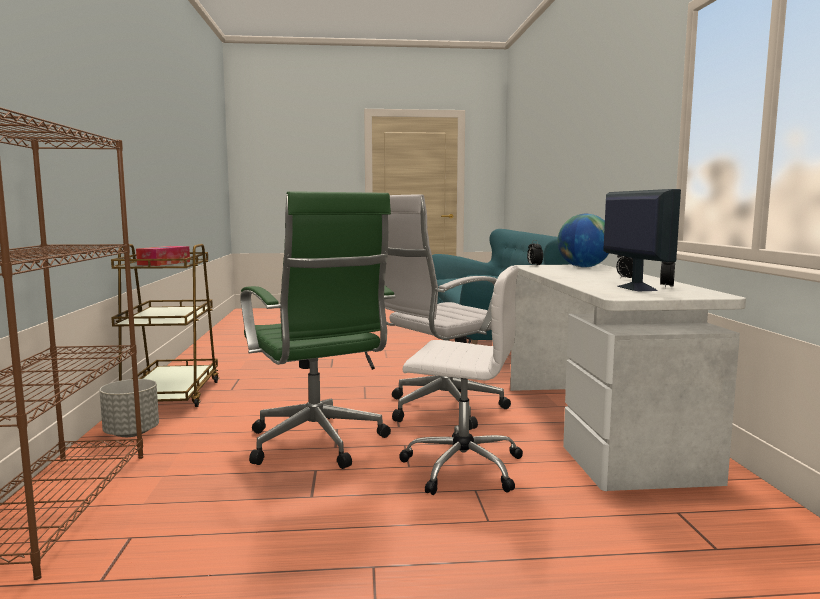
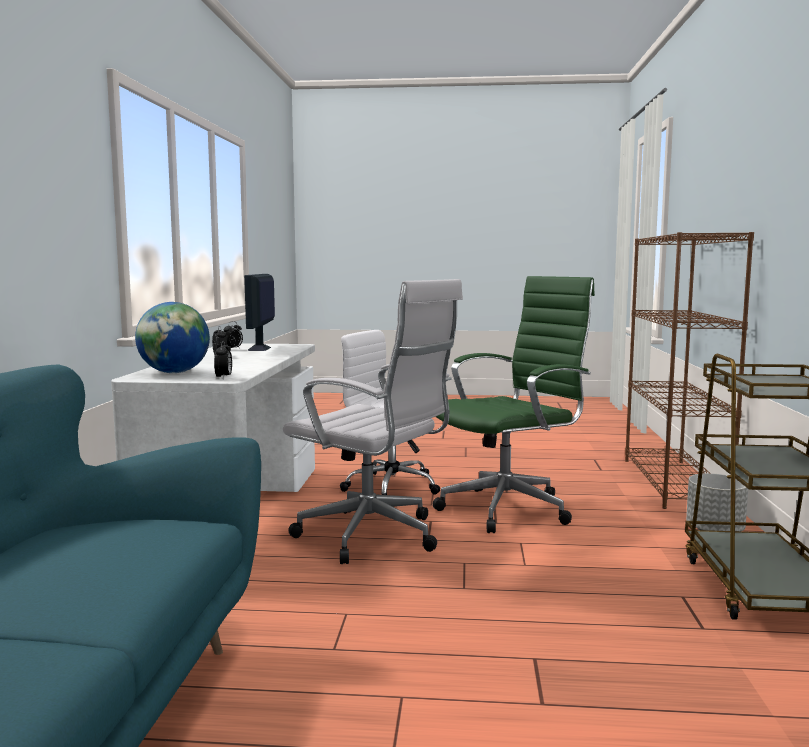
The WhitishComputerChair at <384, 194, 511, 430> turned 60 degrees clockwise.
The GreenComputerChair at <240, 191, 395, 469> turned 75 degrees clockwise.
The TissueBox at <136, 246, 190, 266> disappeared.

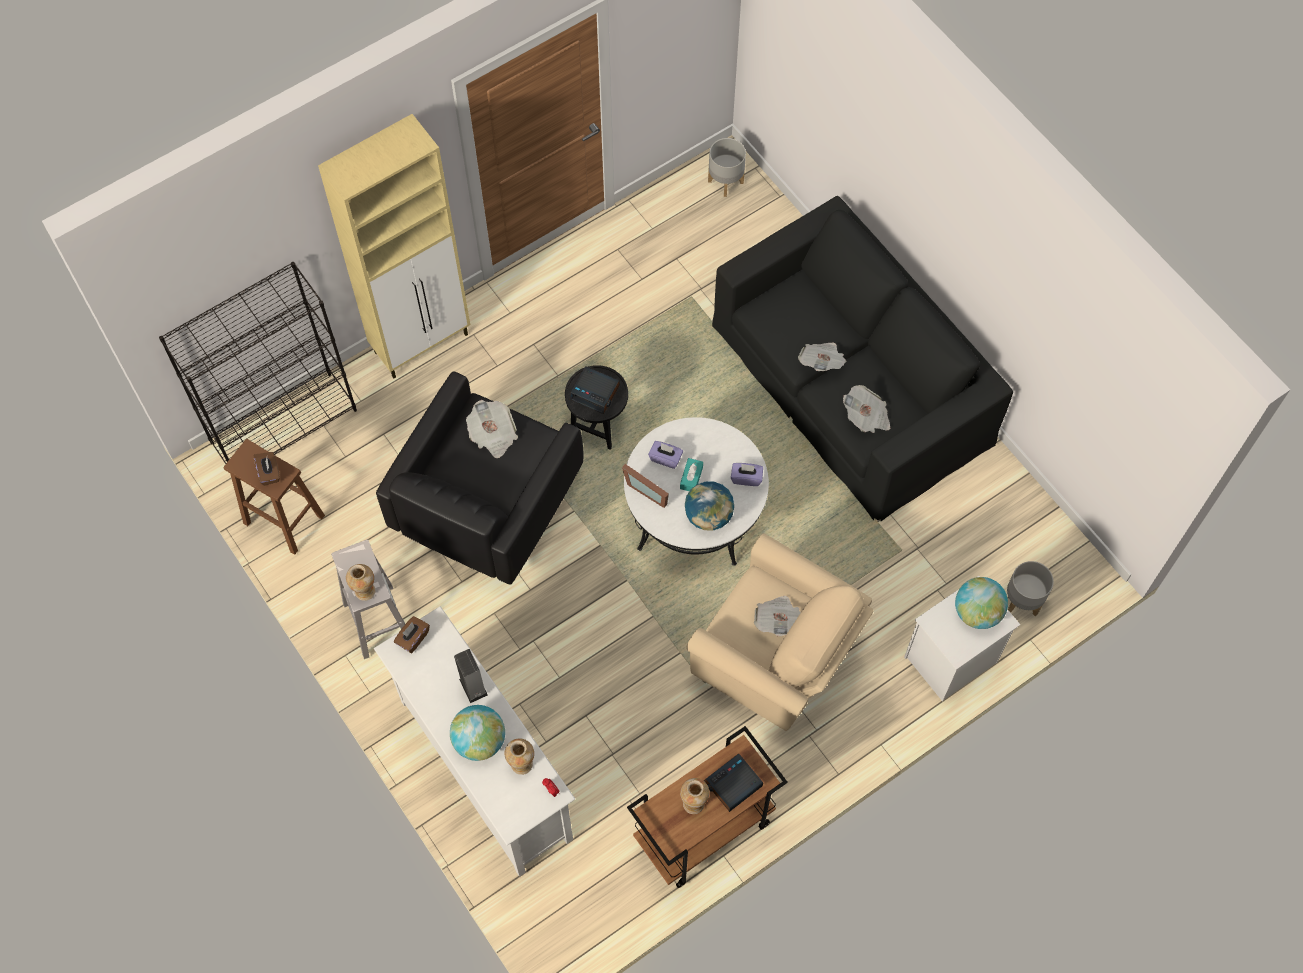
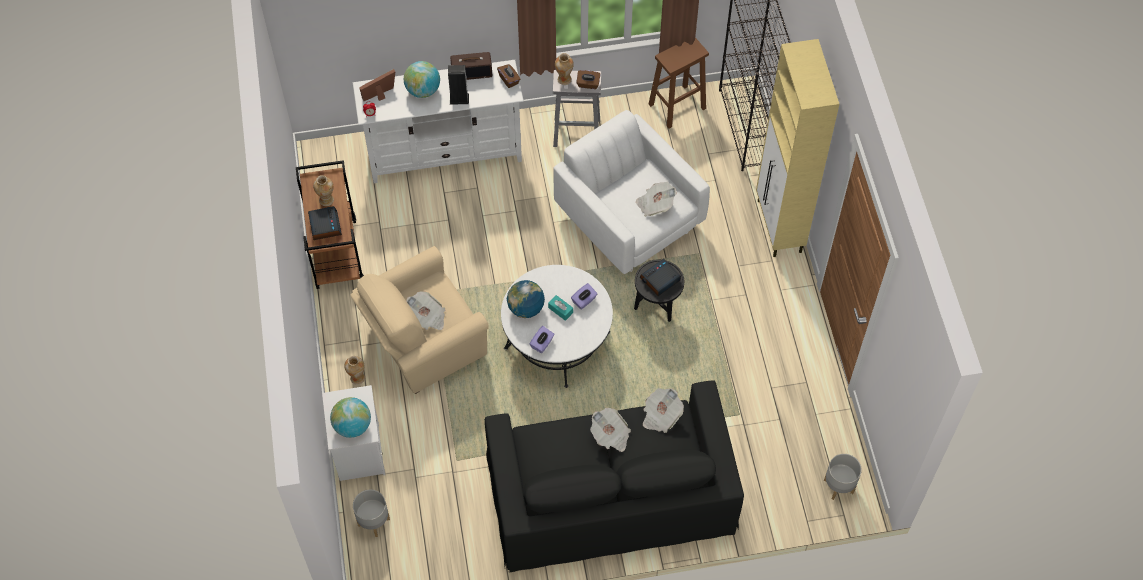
The FlowerVase moved from <505, 739, 534, 775> to <345, 356, 365, 385>.
The StandingFrame moved from <622, 464, 669, 508> to <359, 69, 395, 101>.
The RadioReceiver at <450, 52, 492, 80> appeared.
The BlackLoungeChair at <376, 371, 583, 584> became the WhitishLoungeChair at <553, 110, 710, 274>.
The BrownTissueBox moved from <254, 452, 280, 486> to <576, 70, 600, 89>.
The PrintedPaper moved from <843, 385, 890, 433> to <643, 388, 684, 433>.

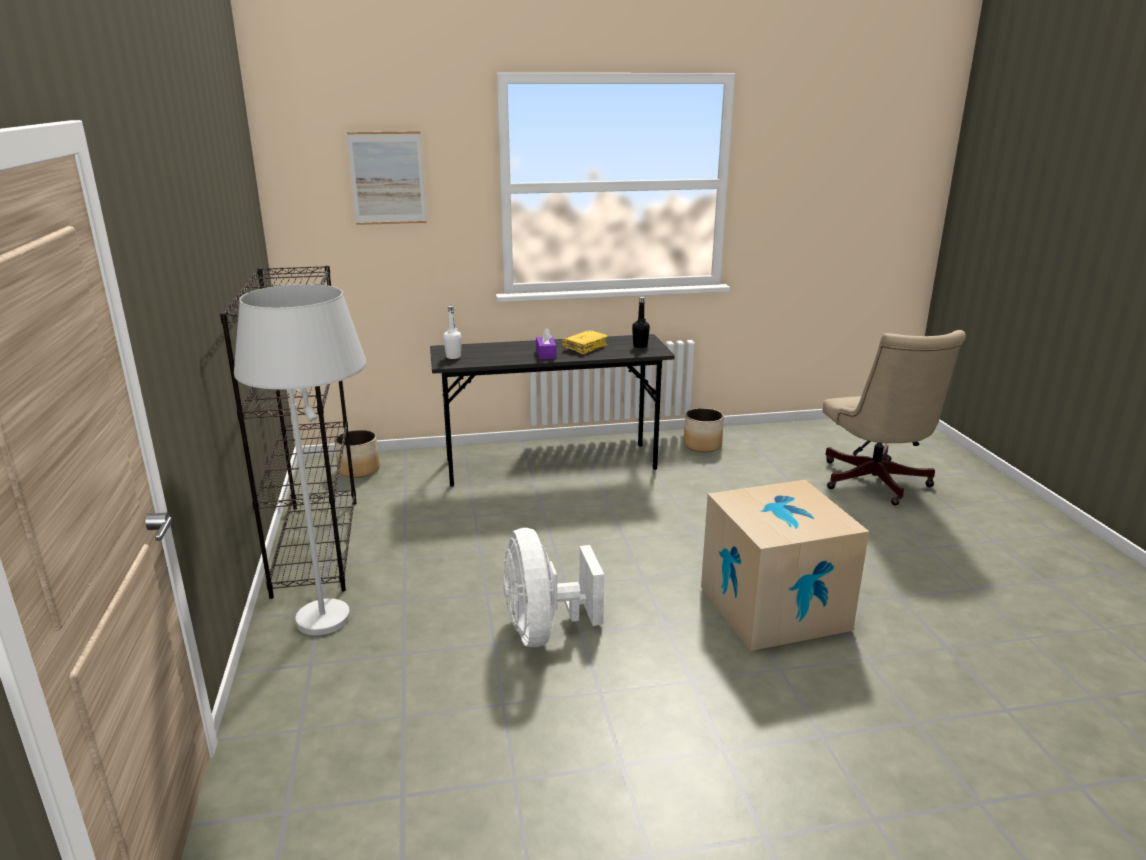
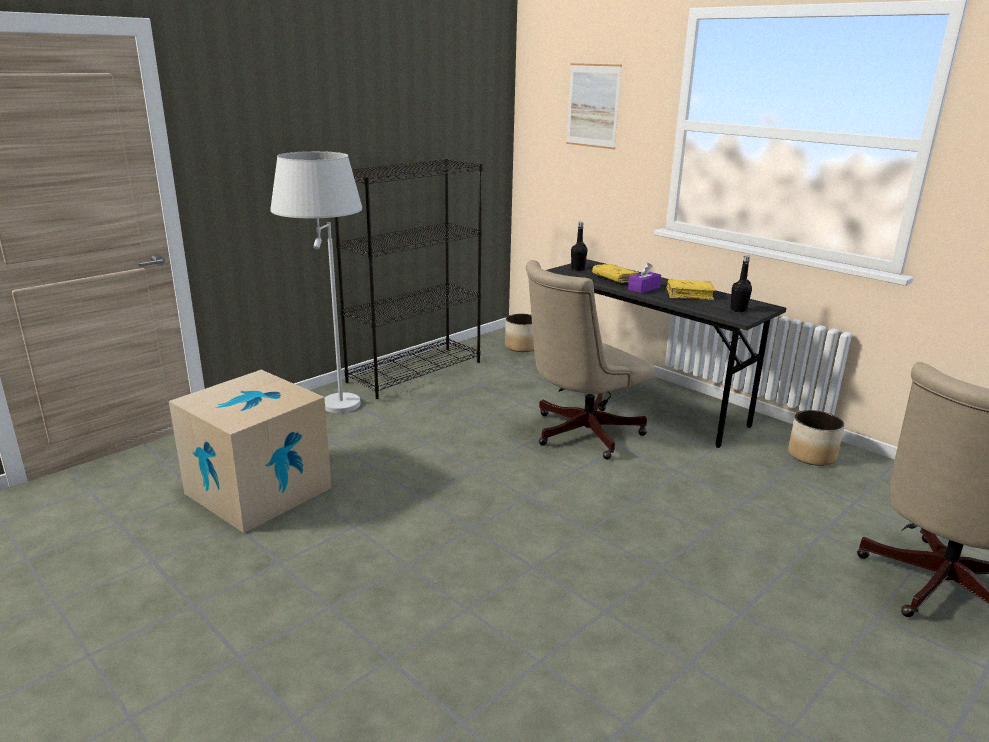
The CardboardBox moved from <701, 480, 869, 651> to <169, 370, 332, 533>.
The BeigeComputerChair at <526, 260, 655, 459> appeared.
The WhitishBottle at <443, 306, 462, 359> became the BlackBottle at <571, 222, 587, 271>.
The YellowishBook at <592, 264, 639, 283> appeared.
The WhitishCoolingFan at <503, 528, 604, 647> disappeared.

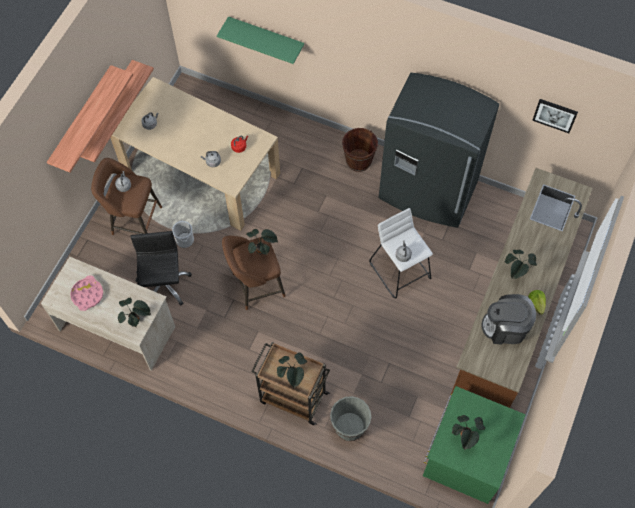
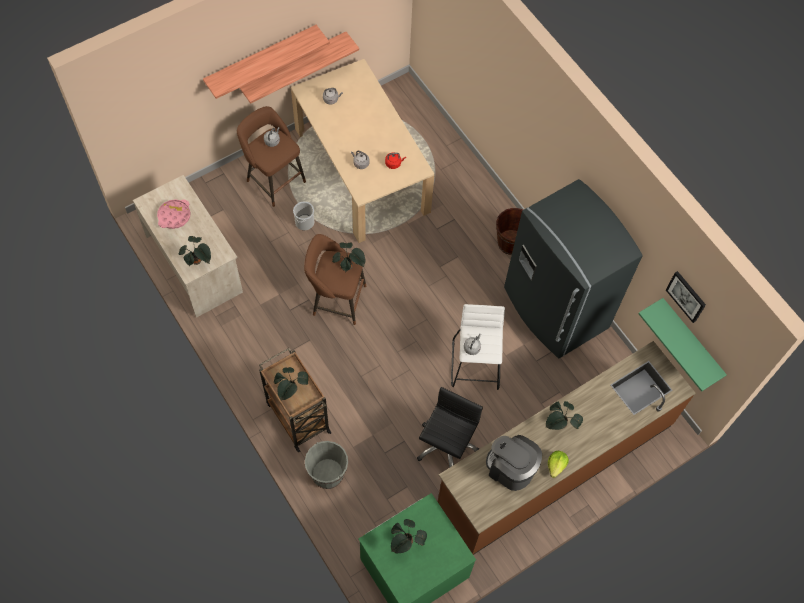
The BlackComputerChair moved from <130, 231, 192, 305> to <417, 387, 483, 468>.
The GreenShelf moved from <217, 16, 304, 64> to <638, 298, 727, 392>.

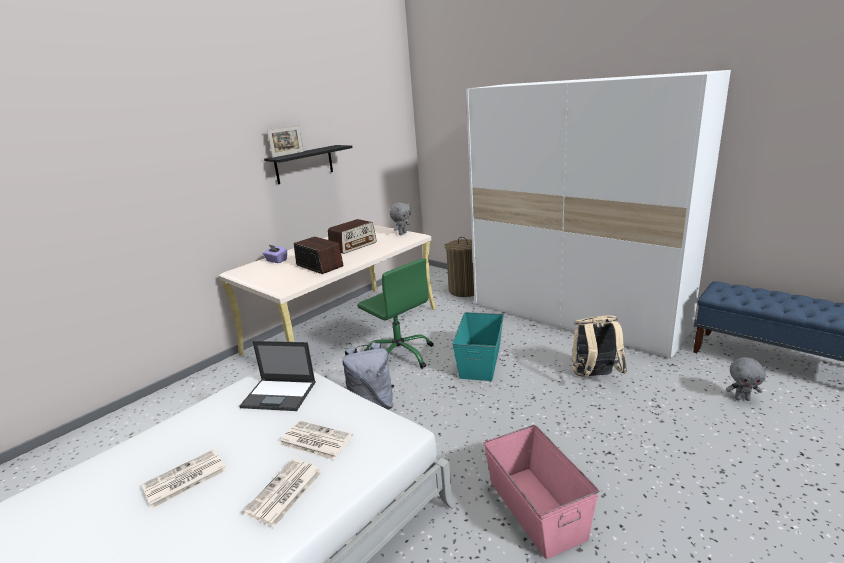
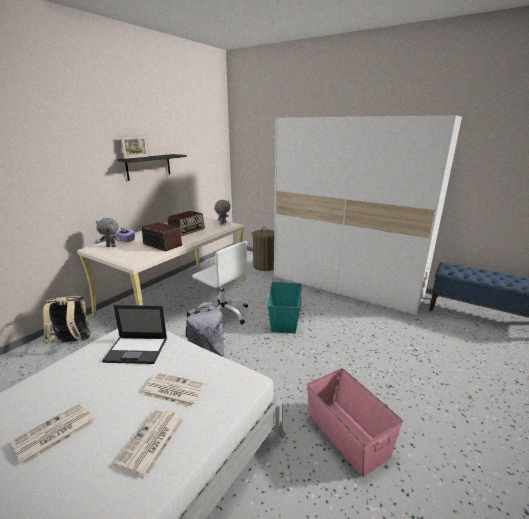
The BeigeBackpack moved from <573, 315, 627, 377> to <43, 296, 90, 344>.
The GreyishSoftToy moved from <726, 357, 767, 401> to <96, 218, 120, 247>.
The GreenComputerChair at <357, 258, 433, 369> became the WhitishComputerChair at <192, 241, 248, 324>.

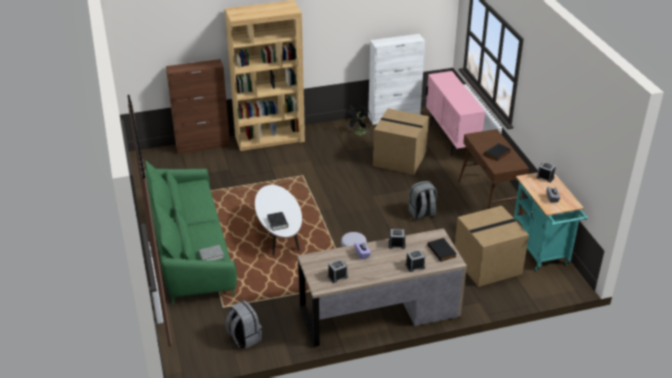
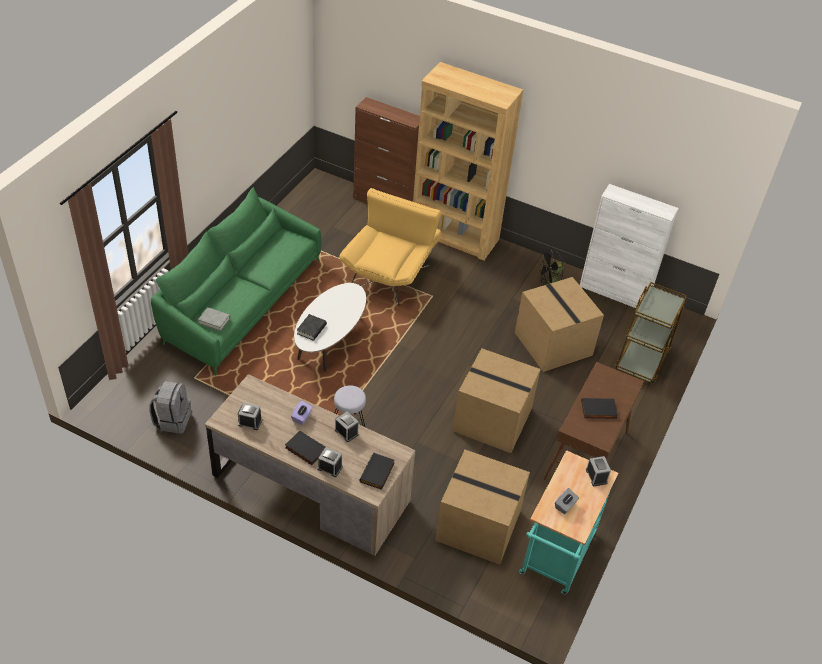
The BlackBook at <285, 430, 325, 465> appeared.
The YellowishLoungeChair at <339, 188, 441, 306> appeared.
The GreyishBackpack at <409, 181, 437, 220> was replaced by the CardboardBox at <453, 348, 541, 453>.
The PinkCabinet at <425, 71, 485, 156> was replaced by the BrownTrolley at <615, 282, 687, 383>.

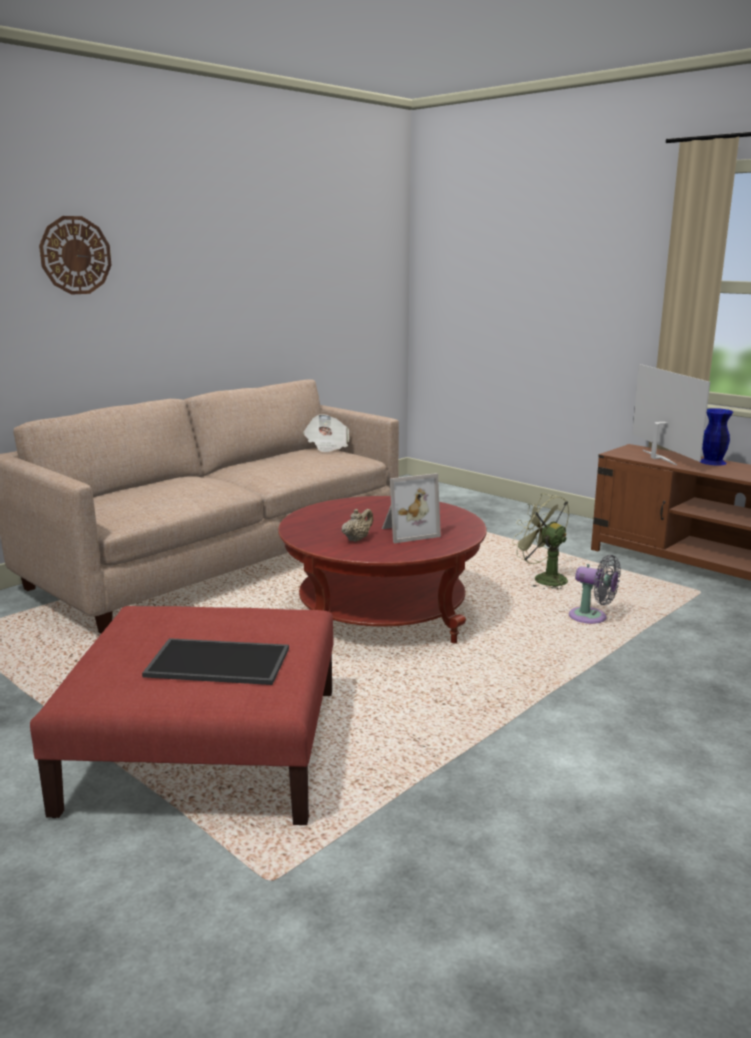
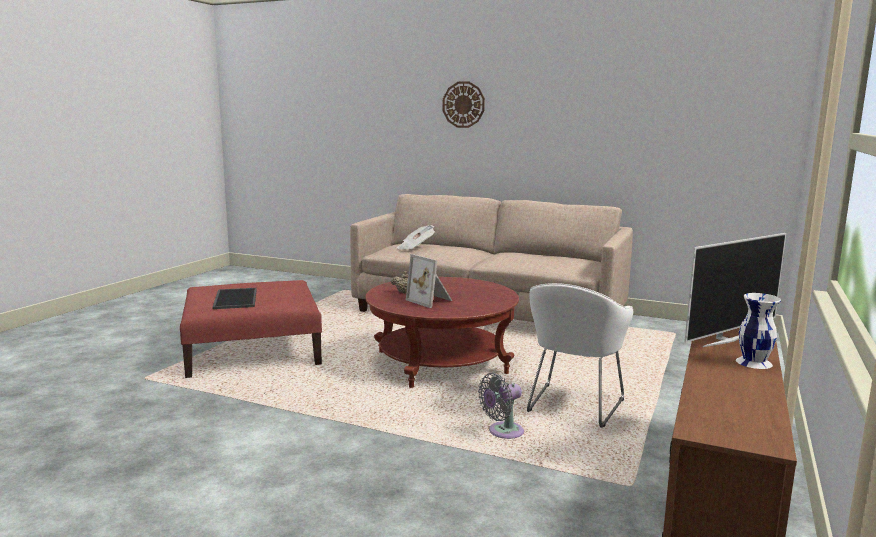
The PrintedPaper moved from <303, 414, 349, 452> to <396, 225, 435, 250>.
The GreyishCoolingFan at <569, 555, 621, 624> turned 45 degrees clockwise.
The GreenCoolingFan at <512, 493, 569, 590> was replaced by the WhitishLoungeChair at <527, 283, 633, 428>.
The BluishFlowerVase at <700, 408, 733, 466> became the WhitishFlowerVase at <736, 293, 781, 369>.

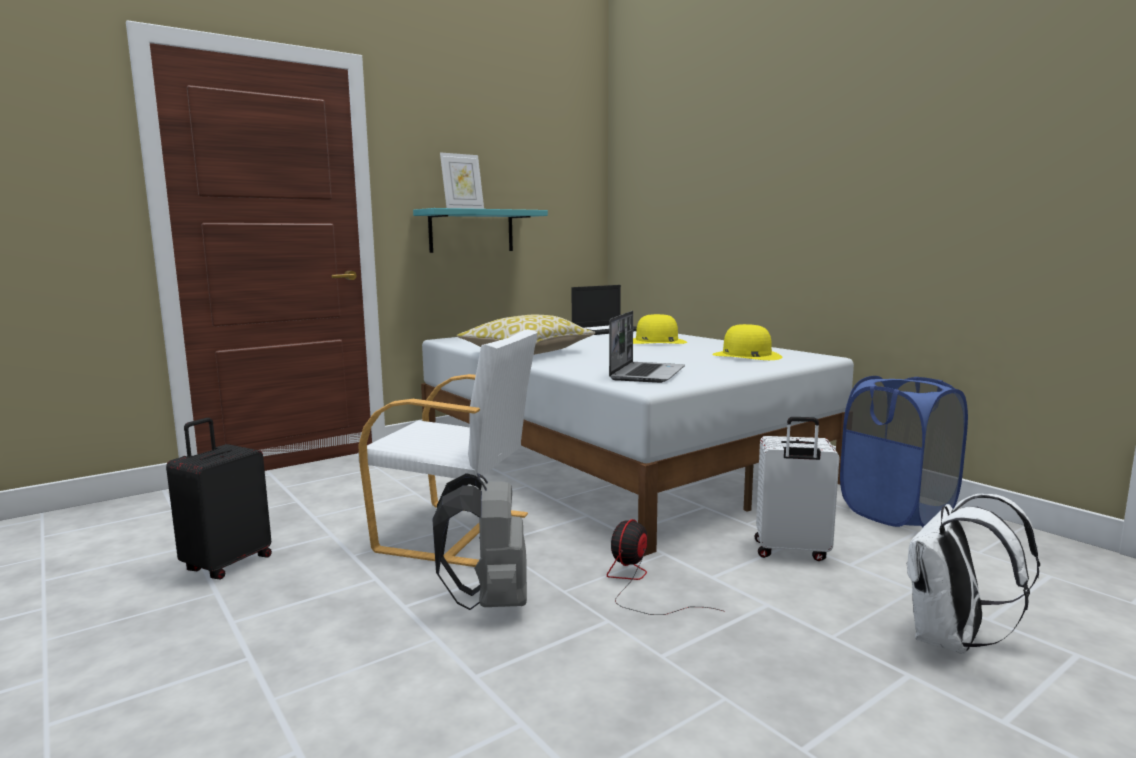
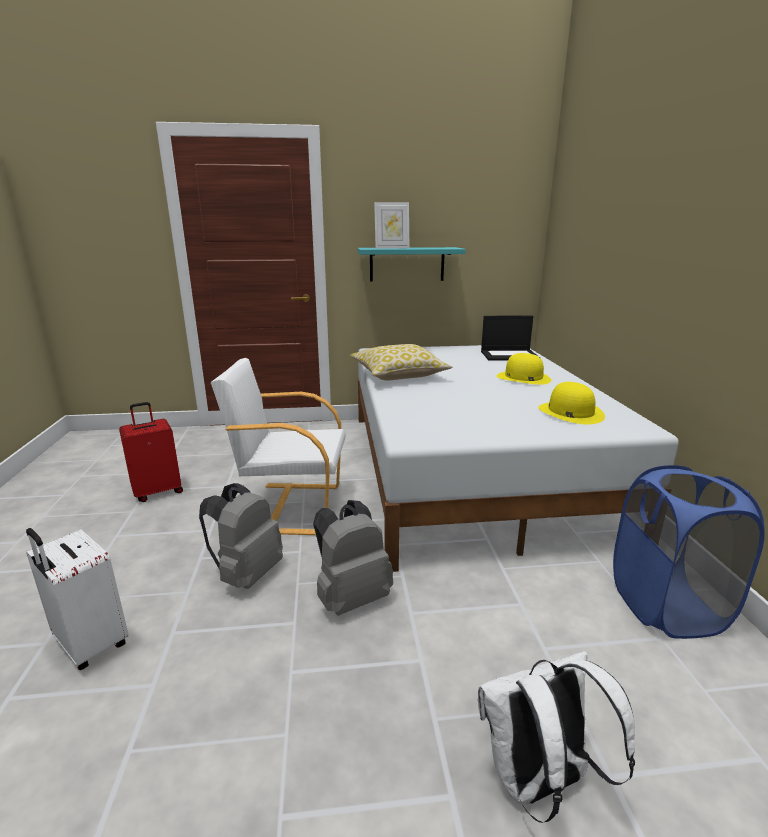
The WhitishPieceOfLuggage moved from <755, 417, 839, 561> to <26, 528, 129, 670>.
The BlackPieceOfLuggage at <166, 418, 272, 579> became the ReddishPieceOfLuggage at <119, 402, 183, 502>.
The WhitishLoungeChair at <358, 329, 537, 567> turned 135 degrees clockwise.
The CoolingFan at <607, 519, 725, 615> was replaced by the GreyishBackpack at <313, 500, 393, 615>.
The NotebookComputer at <609, 311, 685, 383> disappeared.

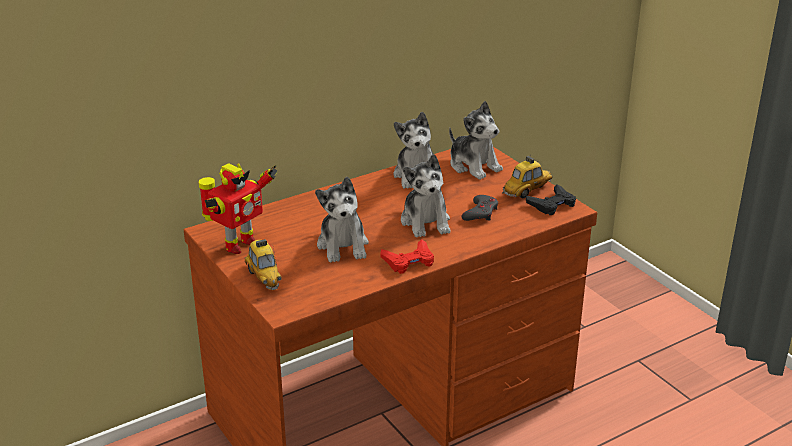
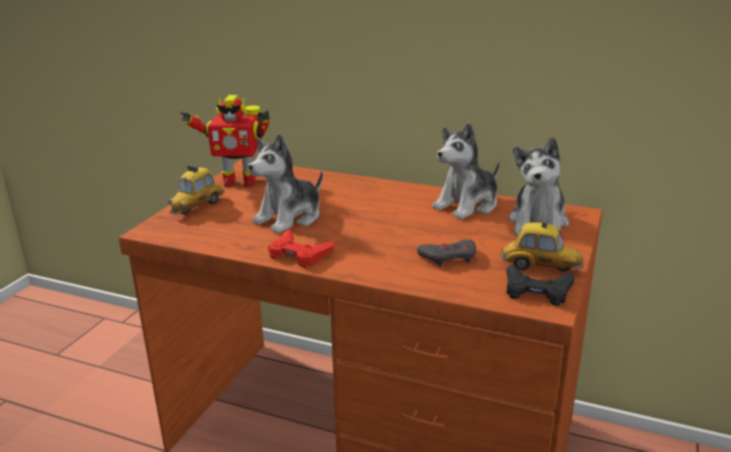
The SoftToy at <401, 154, 450, 237> disappeared.

